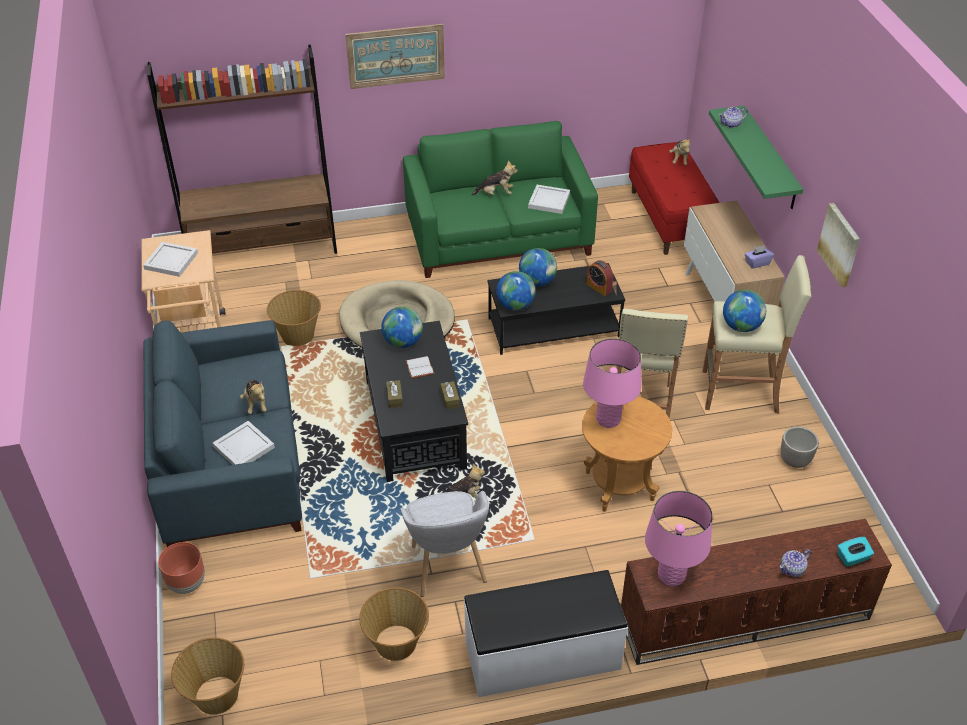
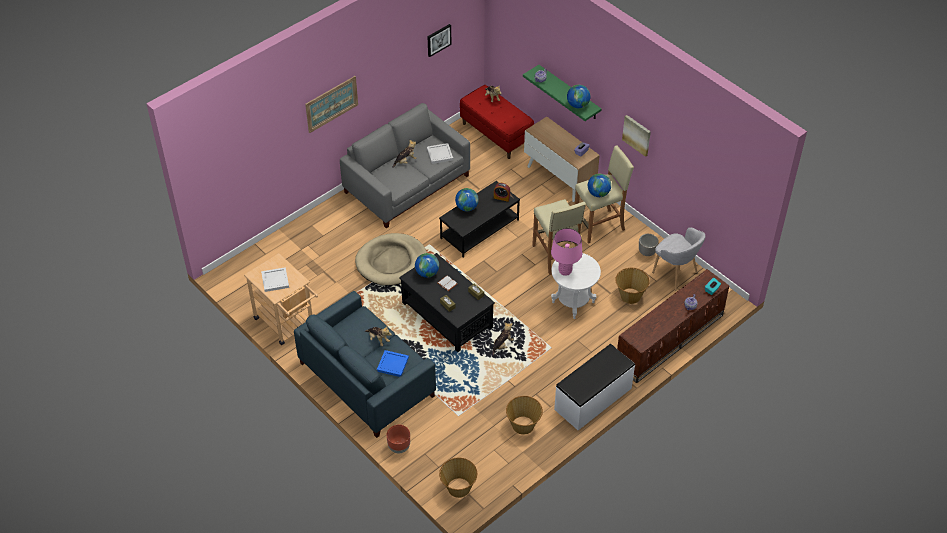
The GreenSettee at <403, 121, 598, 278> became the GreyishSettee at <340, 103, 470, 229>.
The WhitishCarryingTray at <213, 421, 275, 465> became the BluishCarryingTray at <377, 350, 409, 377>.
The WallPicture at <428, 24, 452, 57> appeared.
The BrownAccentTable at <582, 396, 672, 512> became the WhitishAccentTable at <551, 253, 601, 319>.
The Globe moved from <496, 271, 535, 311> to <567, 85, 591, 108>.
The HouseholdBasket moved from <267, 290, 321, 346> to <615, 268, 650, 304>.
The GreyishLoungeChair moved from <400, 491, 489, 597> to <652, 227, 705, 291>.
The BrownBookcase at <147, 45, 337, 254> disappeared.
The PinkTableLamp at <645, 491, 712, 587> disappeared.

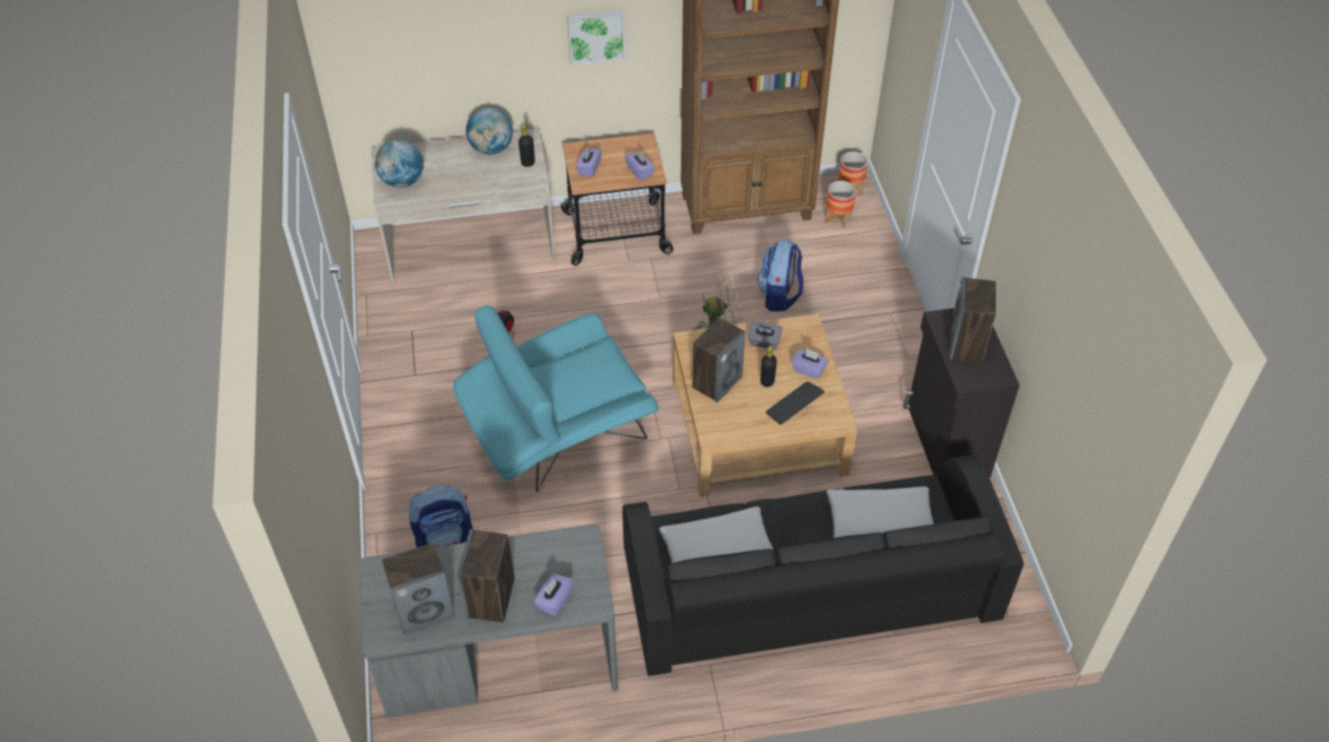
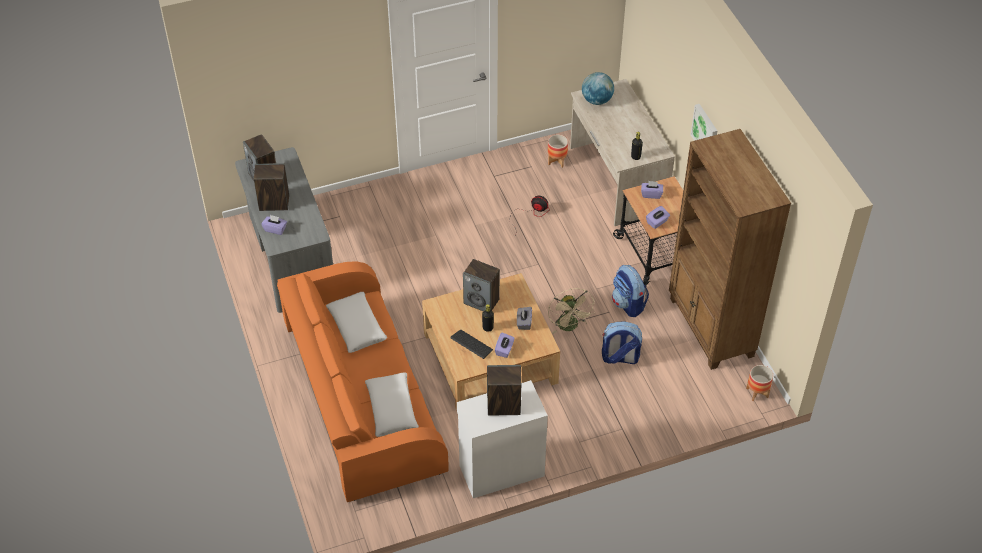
The BlackSettee at <622, 455, 1024, 676> became the OrangeySettee at <277, 261, 449, 502>.
The BlackCabinet at <903, 308, 1020, 477> became the WhitishCabinet at <457, 380, 548, 498>.
The FlowerPot moved from <825, 181, 856, 228> to <548, 135, 568, 168>.
The Backpack moved from <408, 486, 473, 548> to <612, 265, 649, 317>.
The TurquoiseLoungeChair at <453, 305, 659, 492> disappeared.
The Globe at <466, 107, 513, 155> disappeared.

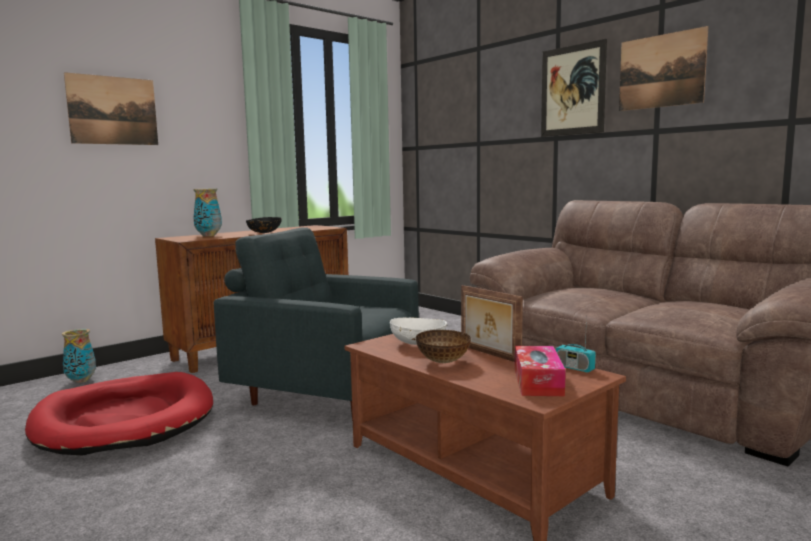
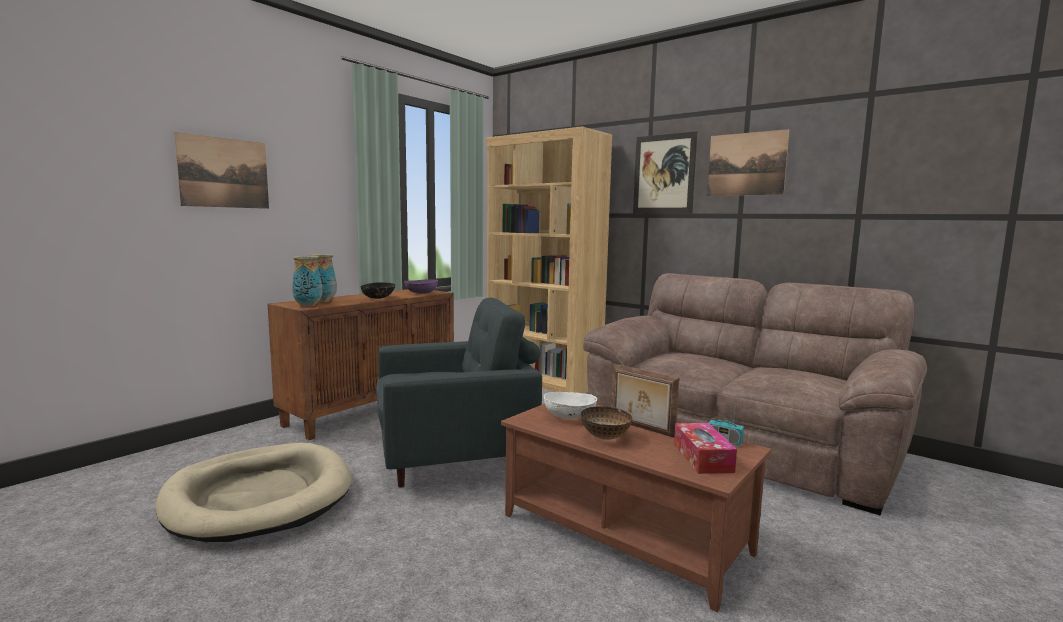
The ReddishDogCushion at <25, 372, 213, 455> became the BeigeDogCushion at <155, 443, 351, 542>.
The FlowerVase moved from <62, 329, 96, 383> to <292, 256, 322, 307>.
The GreyishLoungeChair at <214, 227, 419, 421> turned 150 degrees clockwise.
The PurpleColouredBowl at <404, 279, 438, 294> appeared.
The BrownBookcase at <486, 127, 612, 393> appeared.

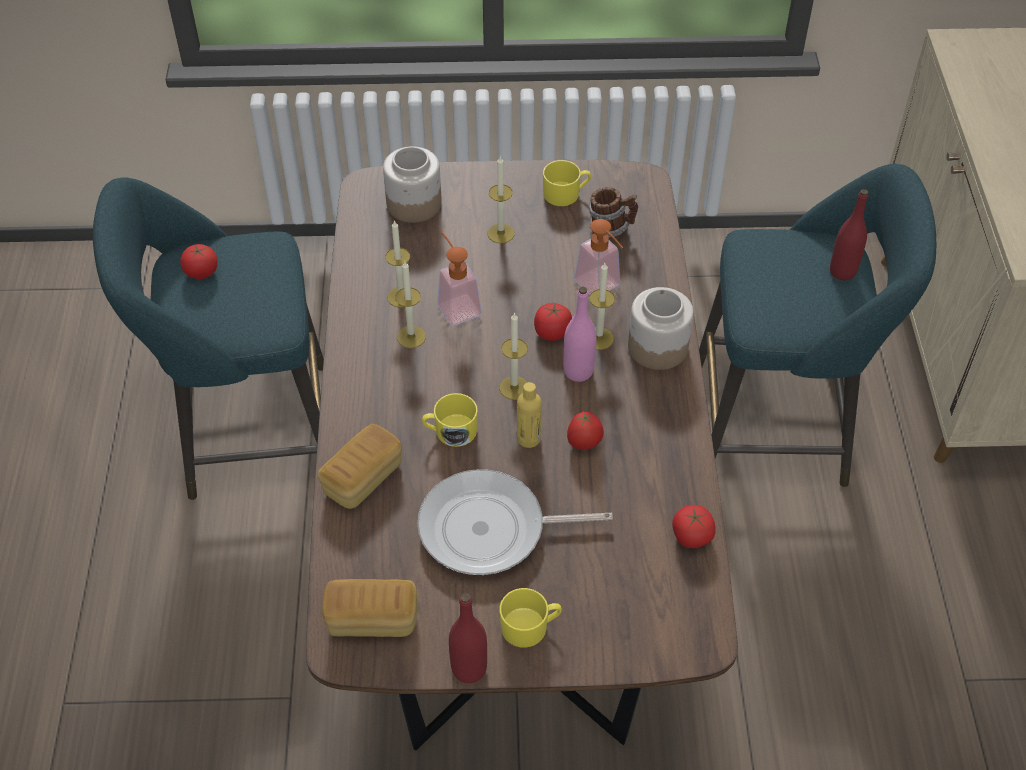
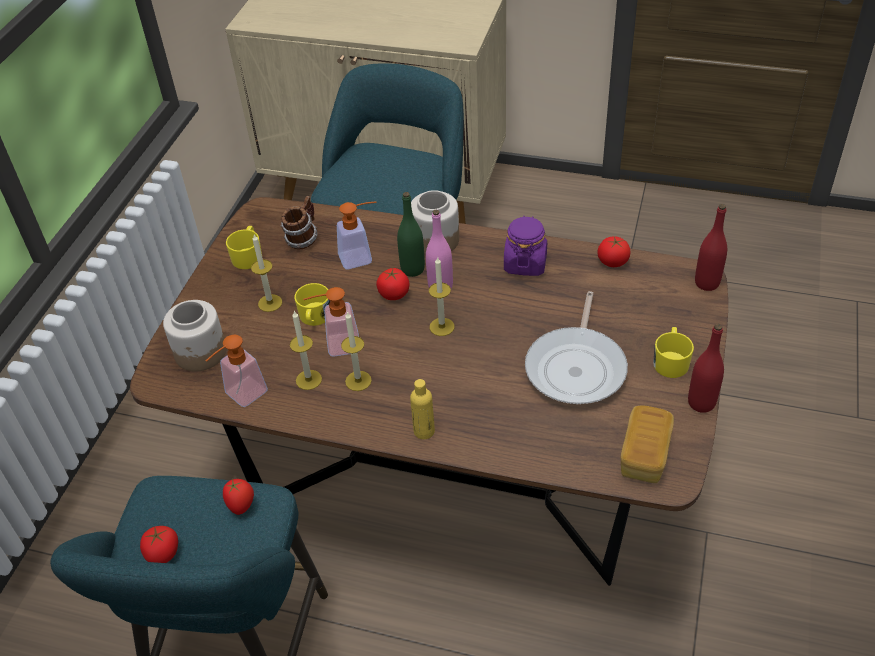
The SoapDispenser at <206, 335, 268, 407> appeared.
The FreshTomato moved from <567, 412, 604, 449> to <223, 478, 254, 515>.
The YellowishTeaMug moved from <422, 393, 478, 447> to <294, 283, 331, 326>.
The WaxLight at <589, 263, 615, 350> was replaced by the GreenBottle at <397, 192, 425, 277>.
The YellowishBottle moved from <517, 382, 541, 448> to <410, 379, 435, 439>.
The PurpleColouredStorageJar at <504, 216, 547, 276> appeared.
The ReddishBottle moved from <830, 189, 868, 281> to <695, 204, 727, 291>.
The Bread at <317, 424, 402, 509> disappeared.

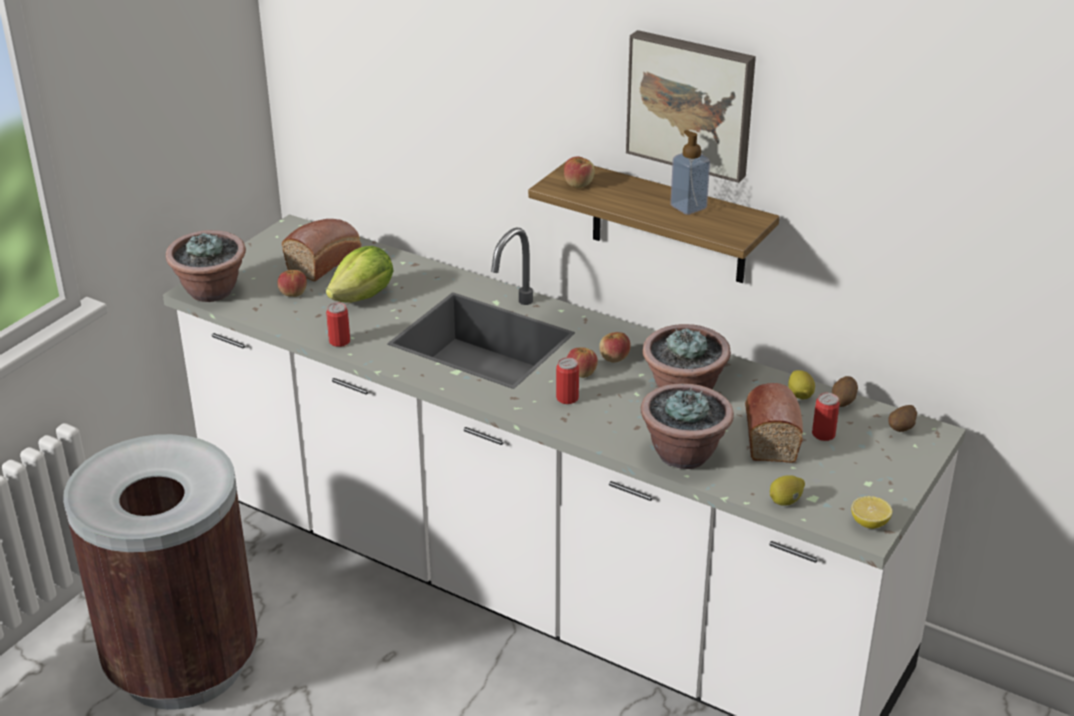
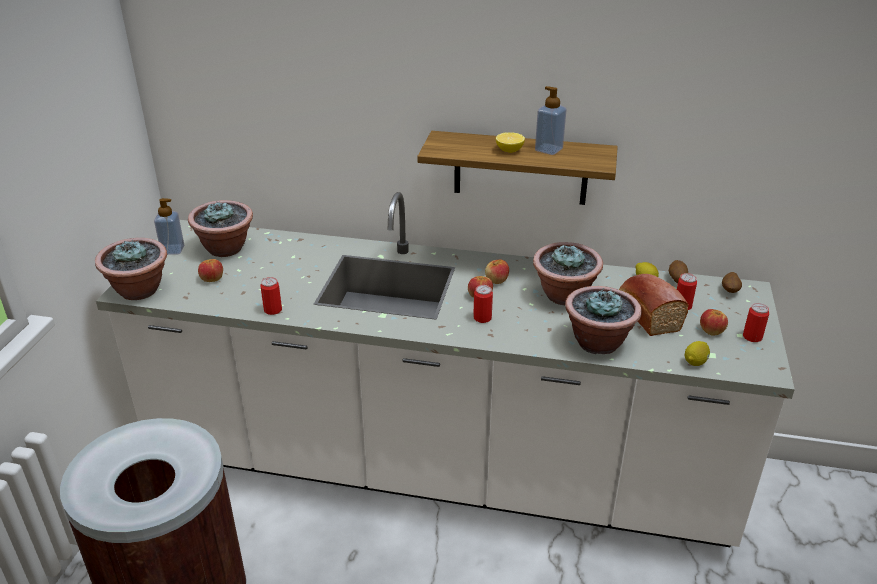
The SoapDispenser at <154, 198, 184, 255> appeared.
The Bread at <282, 219, 361, 281> was replaced by the Houseplant at <188, 200, 253, 257>.
The Lemon moved from <851, 496, 892, 529> to <496, 132, 525, 153>.
The AppleFruit moved from <564, 156, 595, 188> to <700, 309, 728, 336>.
The Can at <743, 303, 769, 342> appeared.
The Lettuce at <326, 246, 394, 303> disappeared.
The WallPicture at <626, 30, 756, 183> disappeared.

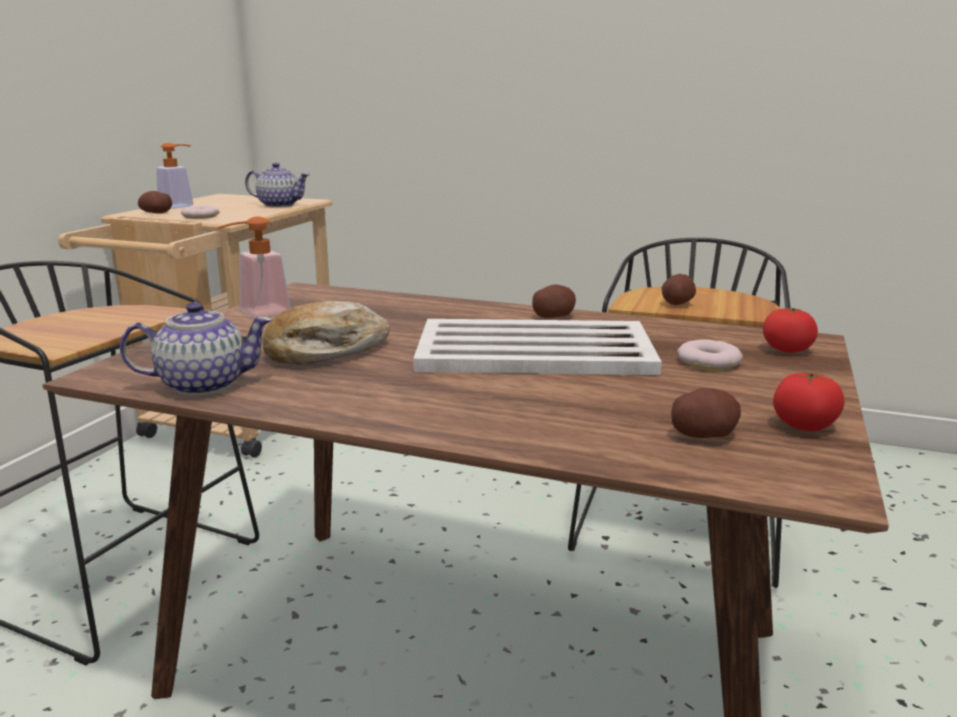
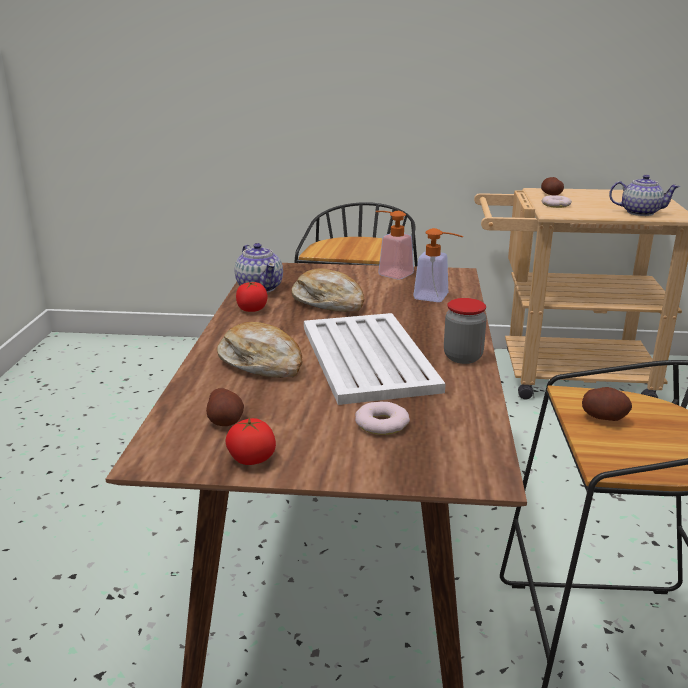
The Bread at <217, 322, 303, 378> appeared.
The FreshTomato moved from <763, 308, 818, 353> to <236, 282, 268, 312>.
The SoapDispenser moved from <156, 143, 193, 209> to <413, 228, 463, 302>.
The WholePotato at <532, 285, 576, 318> was replaced by the StorageJar at <444, 298, 487, 364>.
The TeaPot at <245, 163, 310, 208> turned 75 degrees counterclockwise.

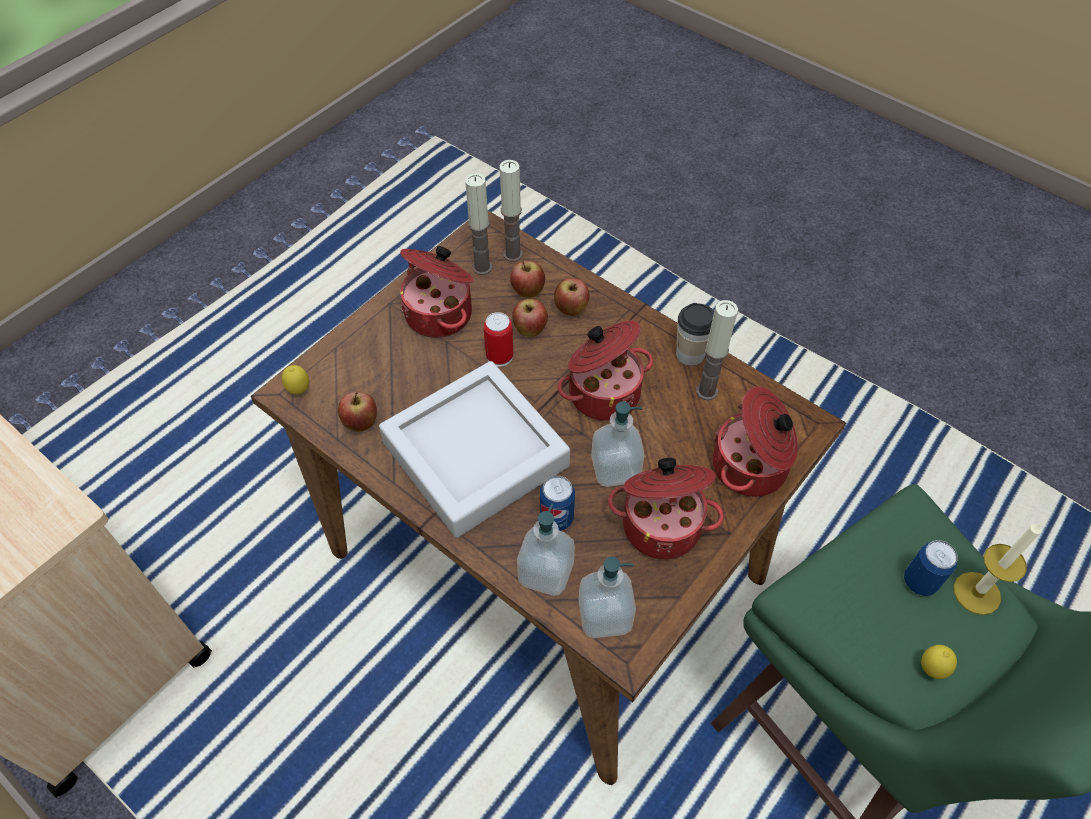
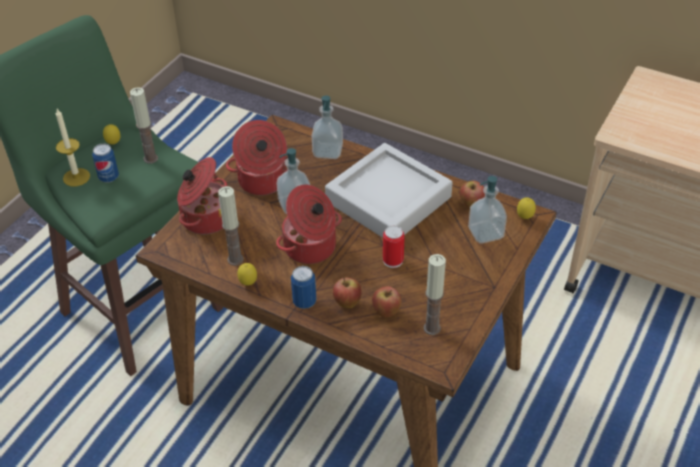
The WaxLight moved from <499, 160, 523, 262> to <130, 87, 158, 164>.
The SmallCup at <676, 303, 714, 366> was replaced by the Lemon at <237, 263, 257, 286>.
The Can moved from <540, 476, 575, 531> to <291, 266, 316, 309>.
The SoapDispenser moved from <578, 557, 636, 638> to <468, 176, 507, 243>.
The Saucepot at <400, 246, 474, 338> disappeared.
The AppleFruit at <512, 299, 548, 337> disappeared.

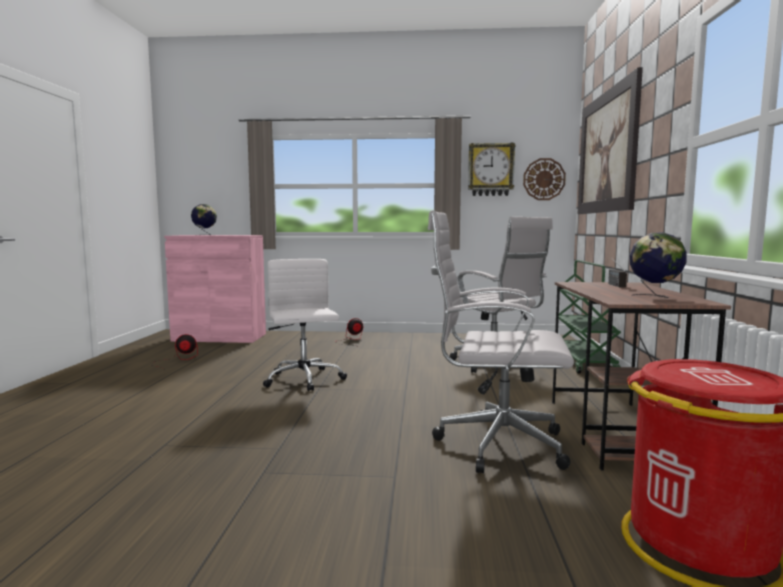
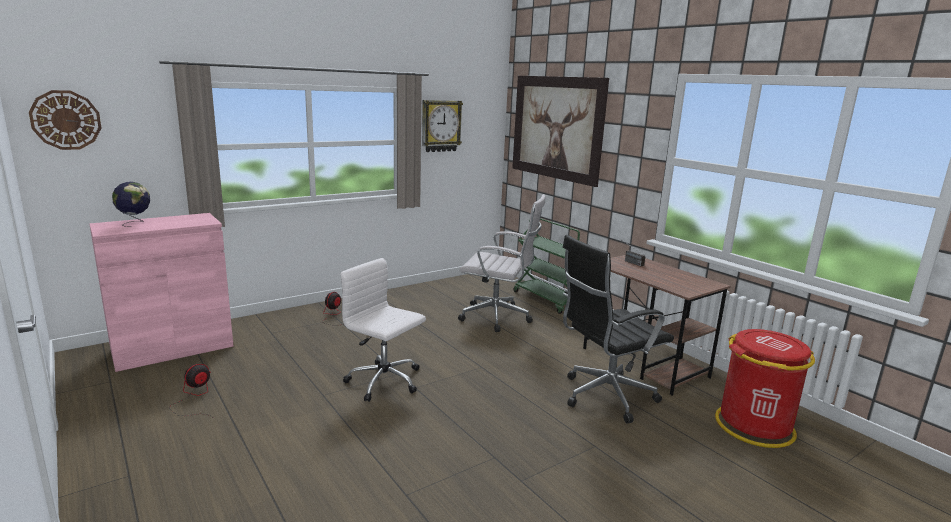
The HangingClock moved from <523, 158, 566, 200> to <29, 90, 101, 150>.
The WhitishComputerChair at <428, 210, 574, 473> became the BlackComputerChair at <563, 235, 674, 423>.
The Globe at <630, 232, 687, 298> disappeared.

